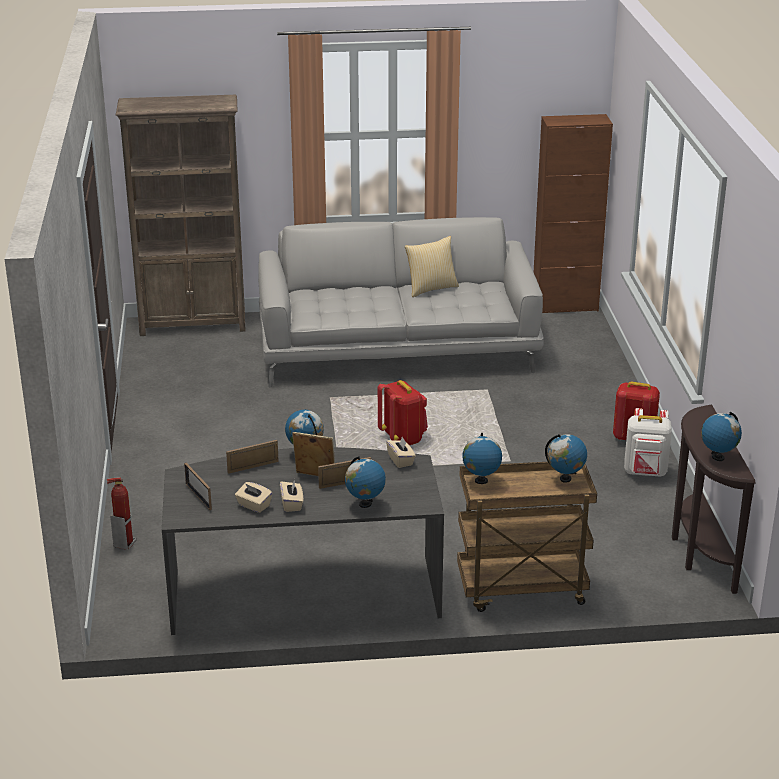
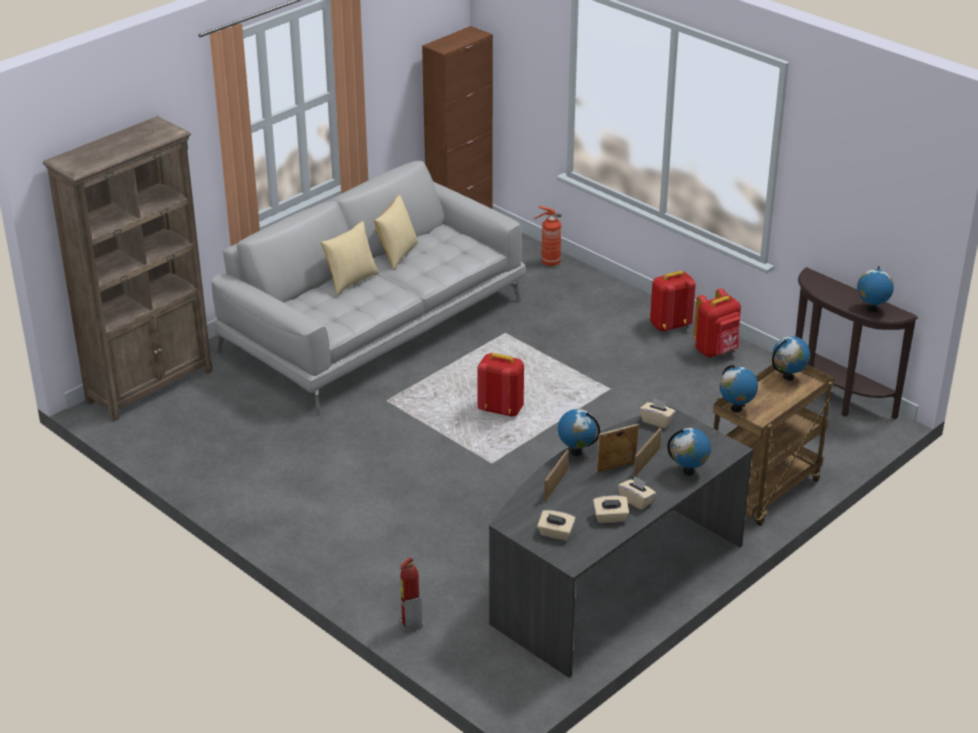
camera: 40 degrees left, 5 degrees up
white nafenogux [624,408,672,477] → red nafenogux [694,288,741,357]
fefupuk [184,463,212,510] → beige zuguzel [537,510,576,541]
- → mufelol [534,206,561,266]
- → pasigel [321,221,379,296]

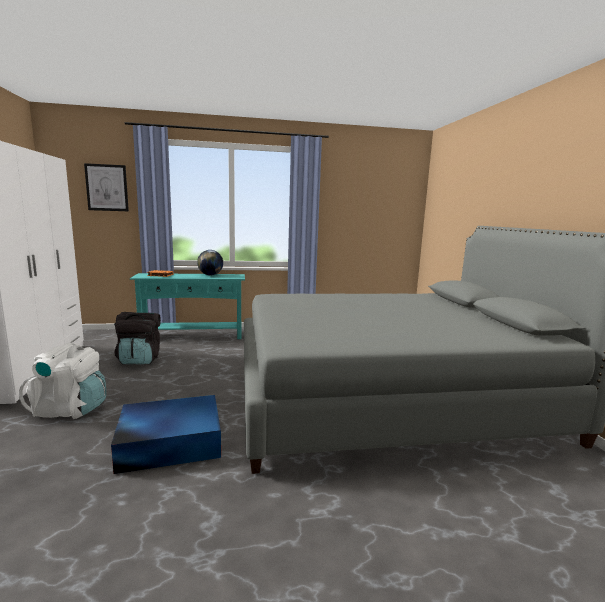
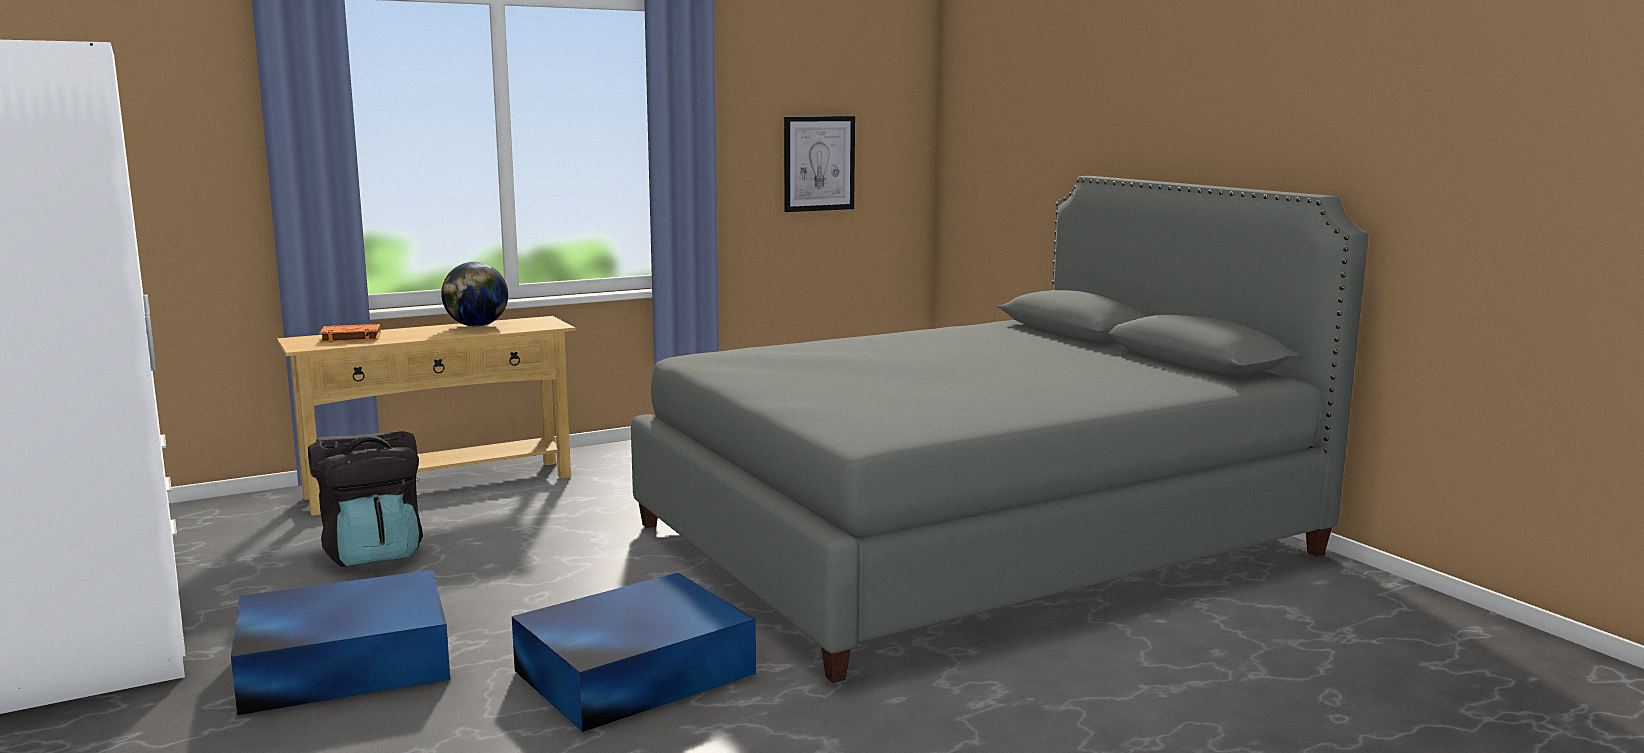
camera: 20 degrees left, 0 degrees up
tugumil [84,163,129,211] → tugumil [784,116,855,212], move
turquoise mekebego [130,273,245,339] → beige mekebego [277,316,576,516]
white nafenogux [19,343,107,419] → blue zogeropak [231,570,450,715]

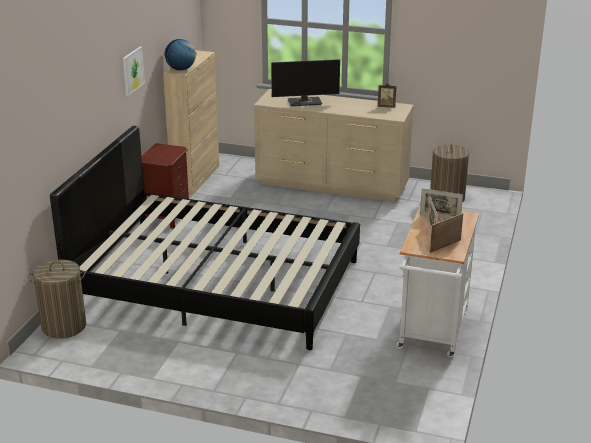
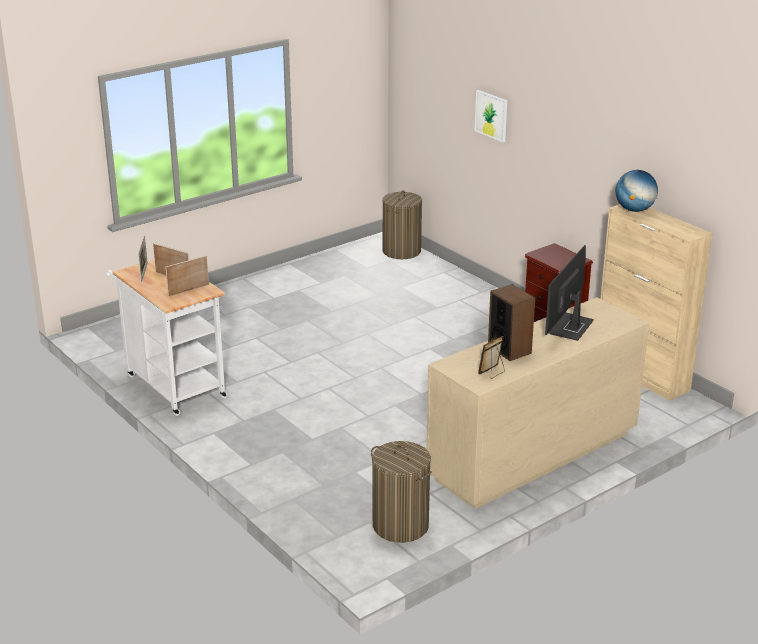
camera: 125 degrees right, 0 degrees up
tugumil [123,46,145,96] → tugumil [475,90,507,142], move
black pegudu [50,126,360,350] → -
- → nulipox [488,284,535,361]

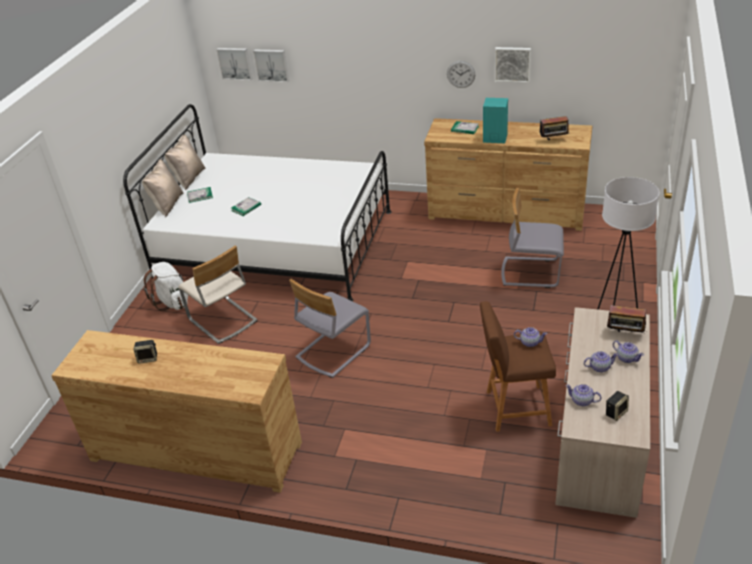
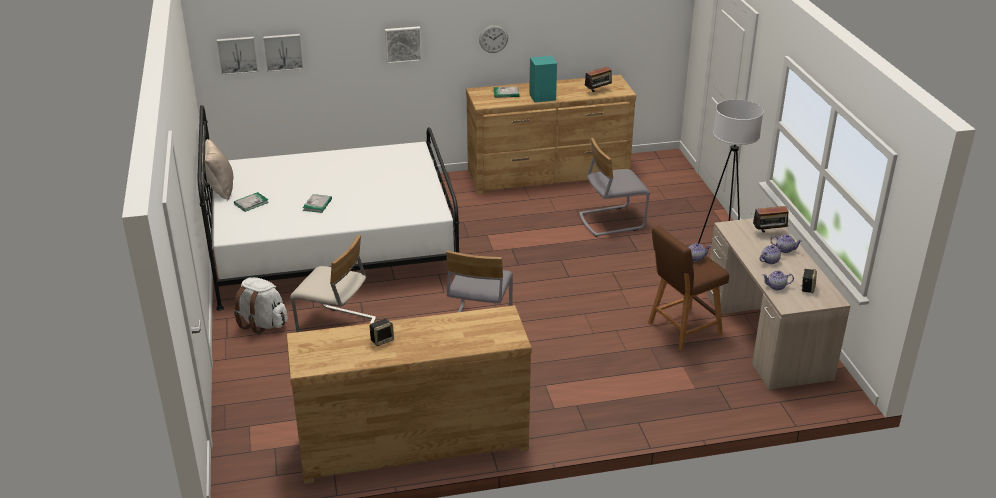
camera: 30 degrees left, 5 degrees down
tugumil [495,47,531,83] → tugumil [385,26,422,64], move
beige pasigel [142,159,183,217] → -

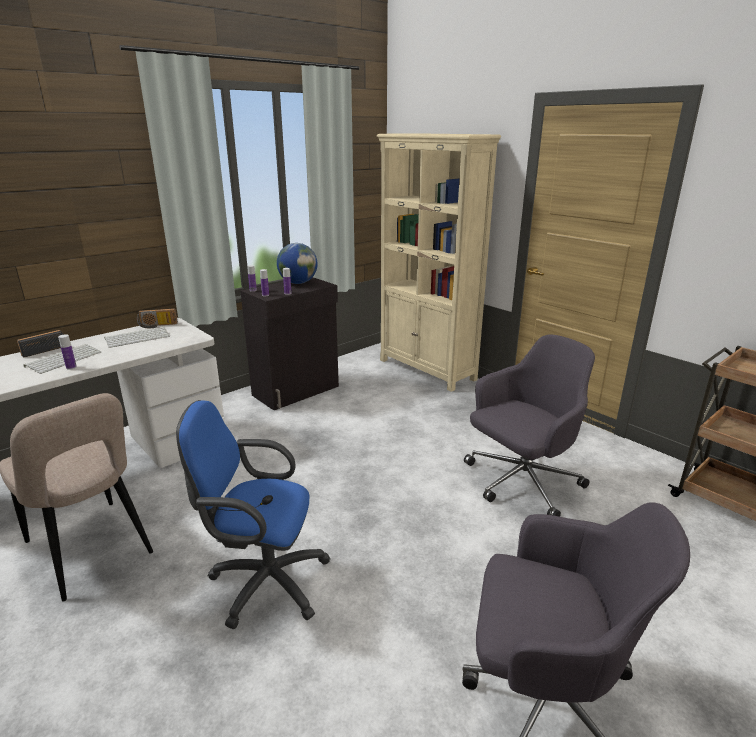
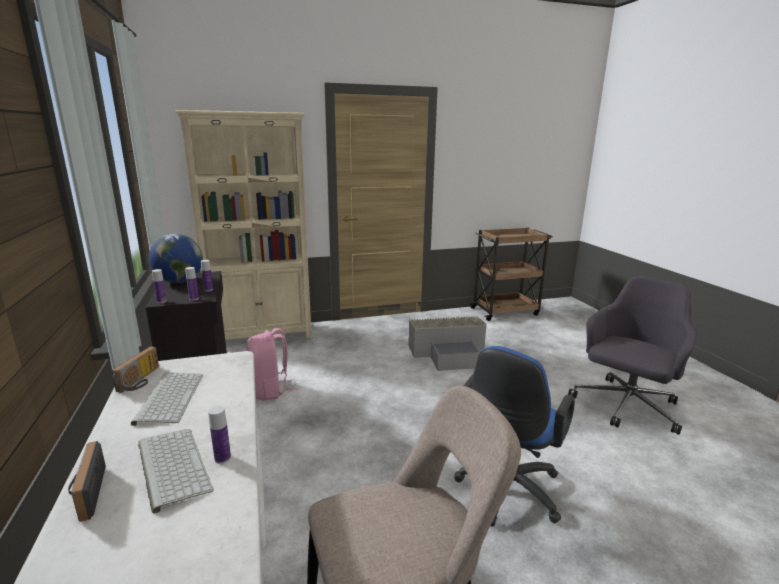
camera: 65 degrees left, 5 degrees down
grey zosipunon [464,334,595,517] → grey zogeropak [408,316,487,371]
- → pink nafenogux [246,328,298,401]

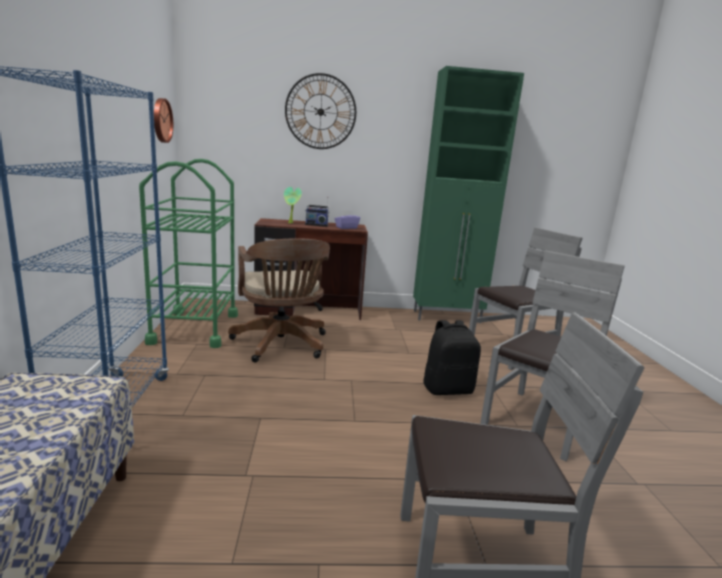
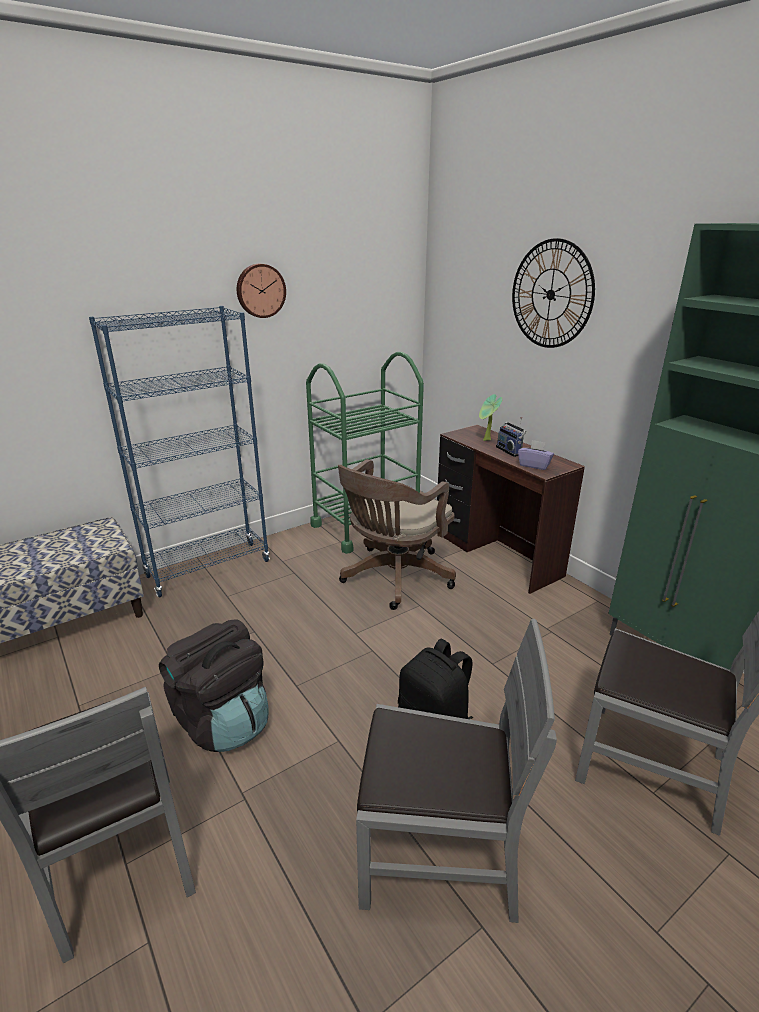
camera: 60 degrees right, 10 degrees up
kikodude [154,98,173,143] → kikodude [237,264,286,318], move
- → black nafenogux [159,620,269,752]

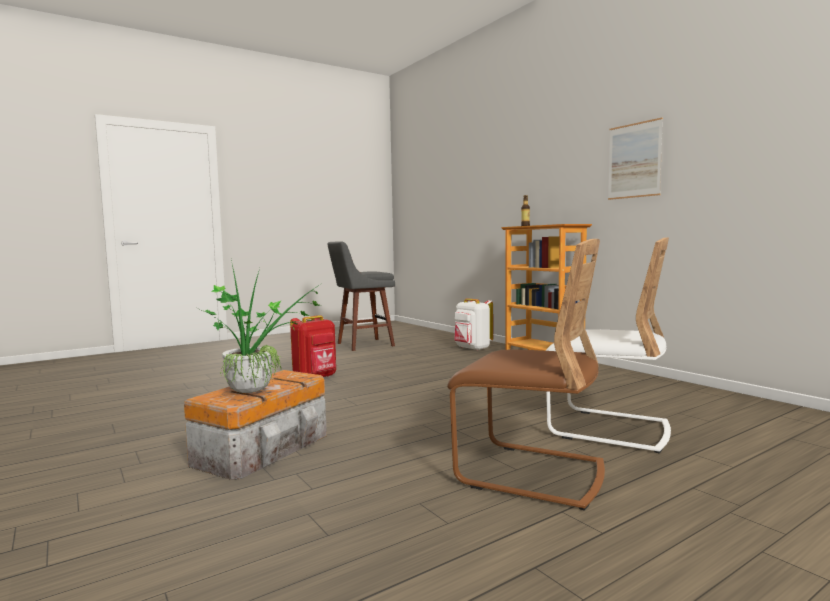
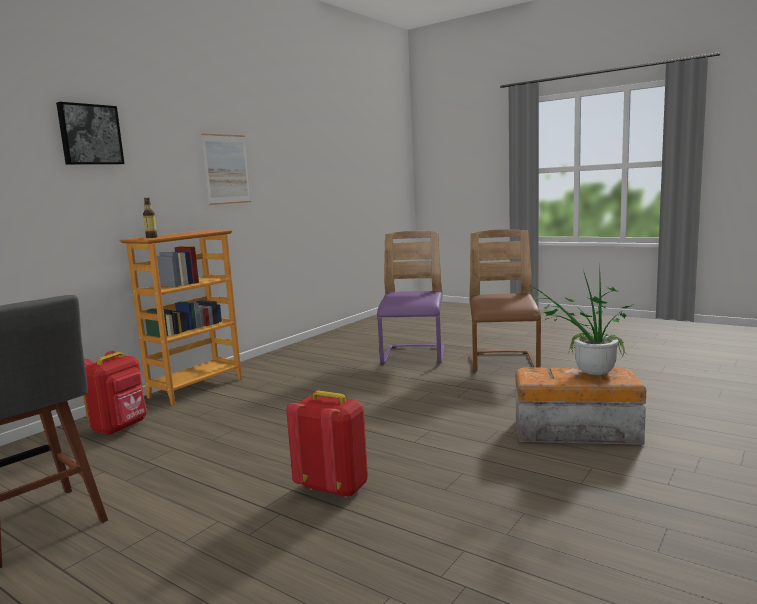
camera: 110 degrees left, 5 degrees up
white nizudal [545,237,671,453] → purple nizudal [377,231,444,364]
white nafenogux [454,298,493,351] → red nafenogux [83,351,147,435]
- → tugumil [56,102,124,165]

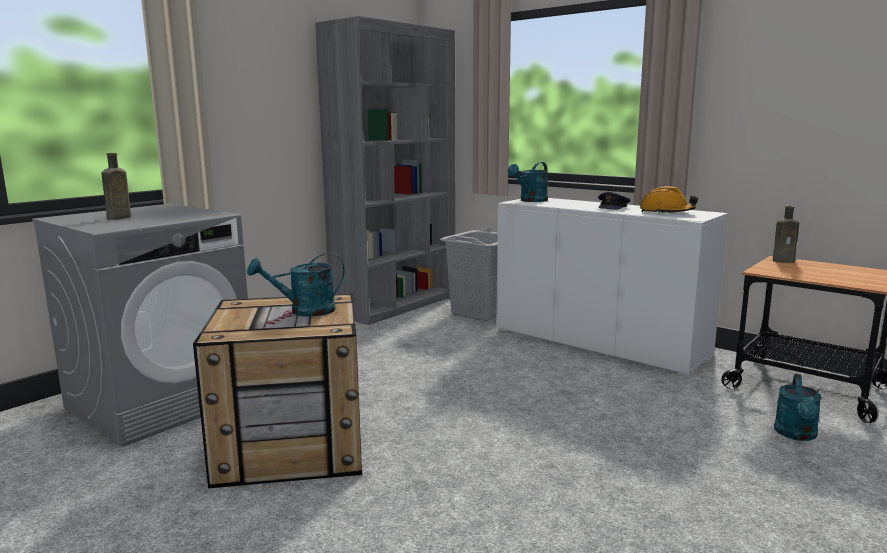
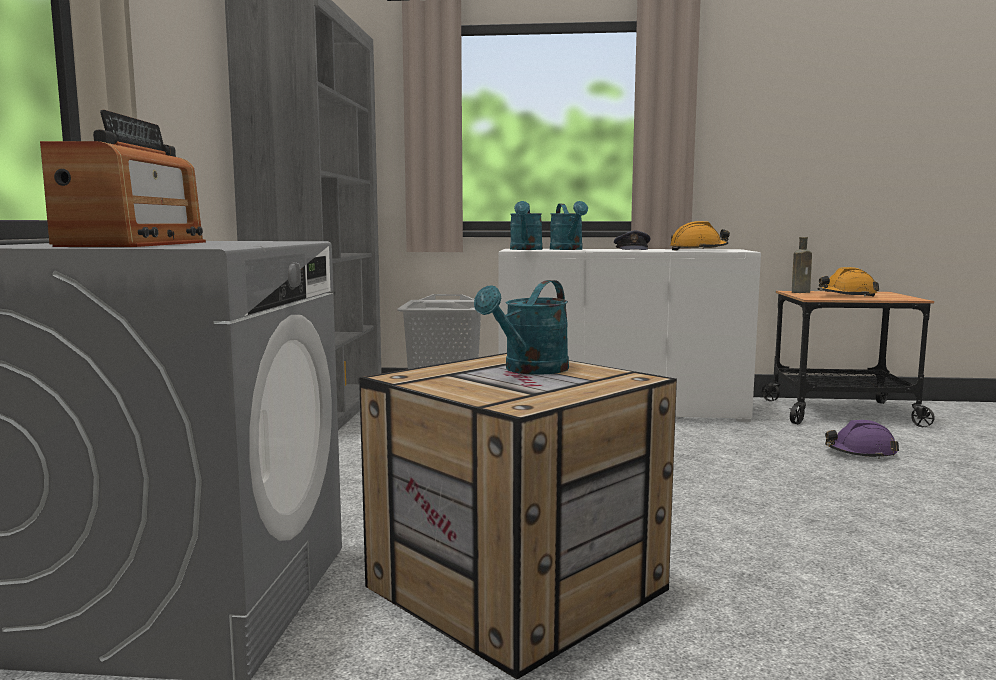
camera: 35 degrees left, 5 degrees down
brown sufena [101,153,131,220] → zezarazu [40,110,206,247]
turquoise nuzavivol [774,374,822,441] → turquoise nuzavivol [550,201,588,250], move
- → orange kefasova [817,267,879,297]
- → purple kefasova [825,420,899,459]

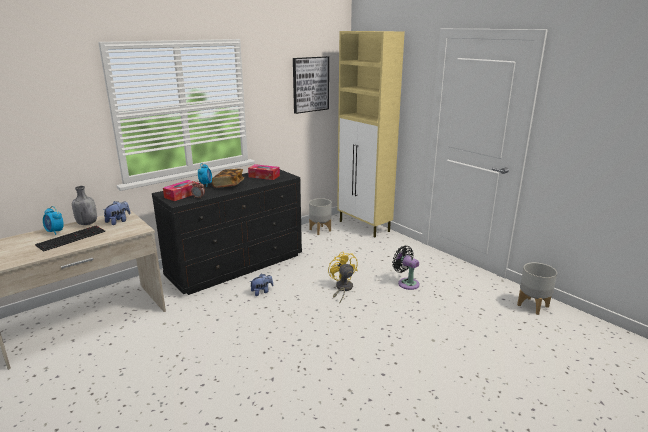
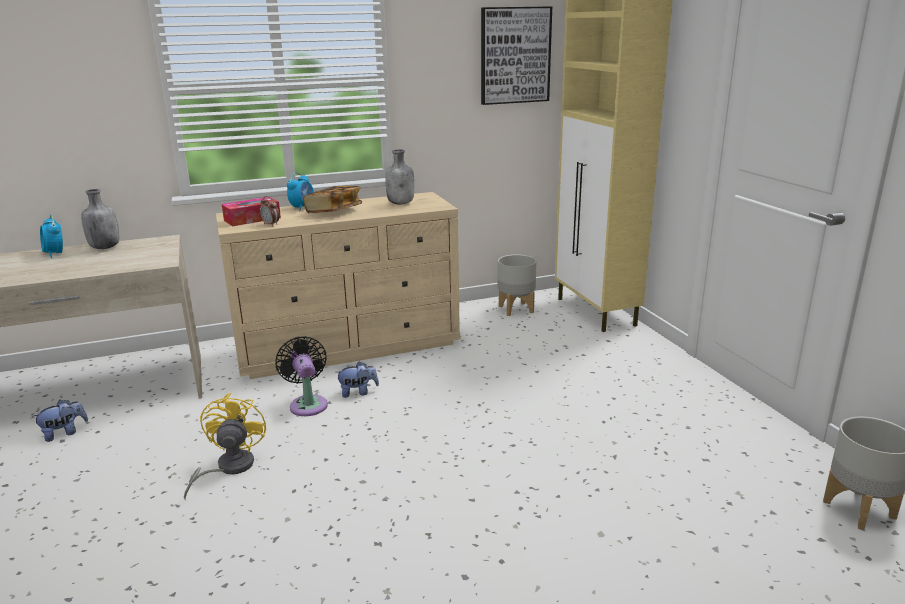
camera: 20 degrees right, 0 degrees up
zuguzel [248,164,280,180] → grey sufena [385,149,414,205]
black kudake [152,170,302,295] → beige kudake [216,192,460,379]
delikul [103,201,131,225] → delikul [31,400,88,442], move
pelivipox [35,226,105,252] → -
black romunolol [392,246,420,290] → black romunolol [275,336,328,416], move
yellow romunolol [328,252,358,304] → yellow romunolol [184,393,267,500], move

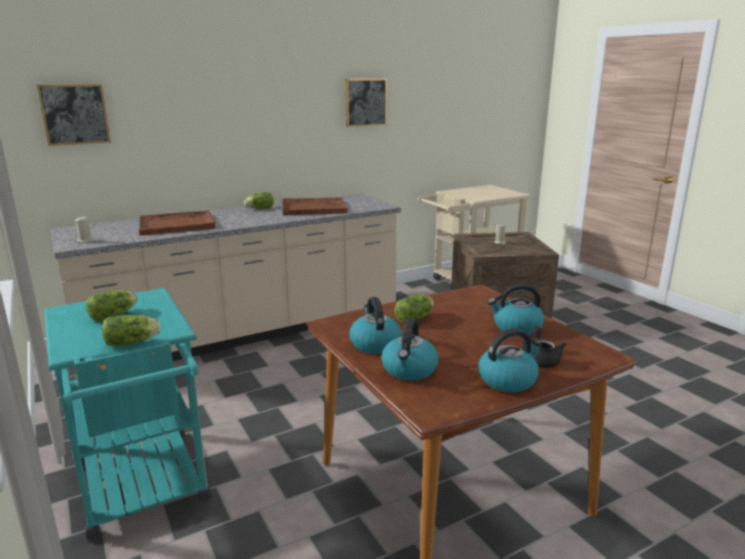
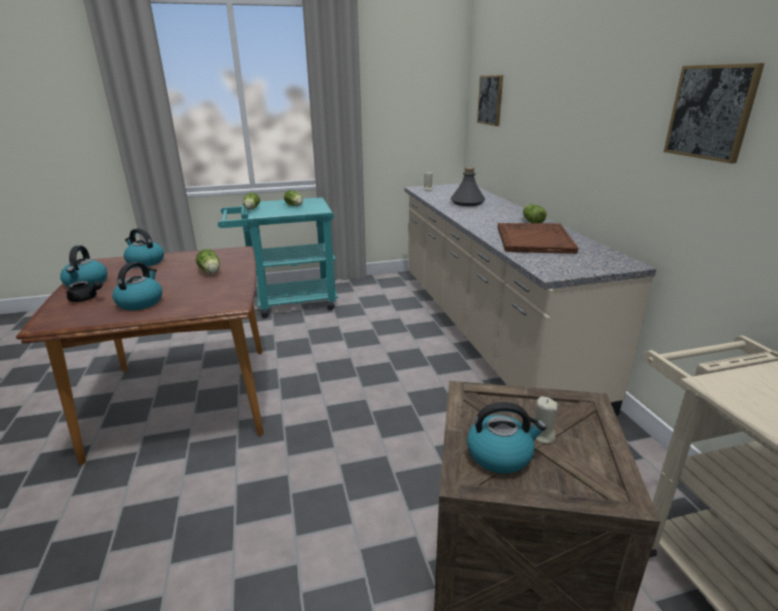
camera: 105 degrees right, 5 degrees up
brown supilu [139,210,215,235] → grey sufena [450,167,485,206]
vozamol [349,297,402,354] → vozamol [467,402,546,474], move

